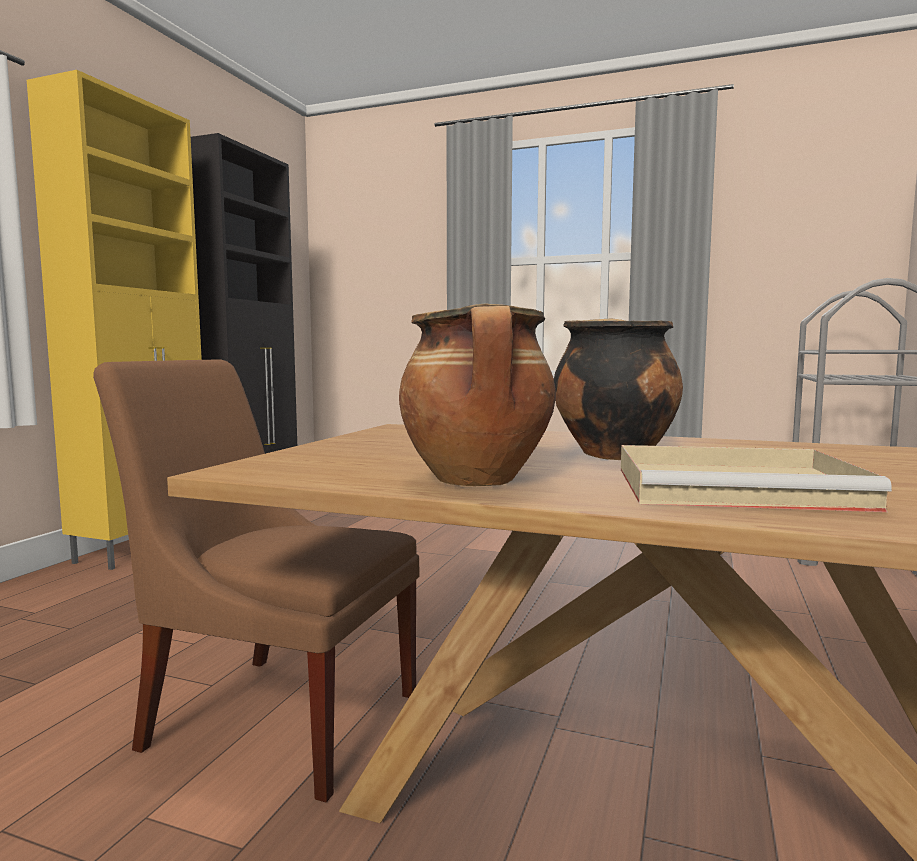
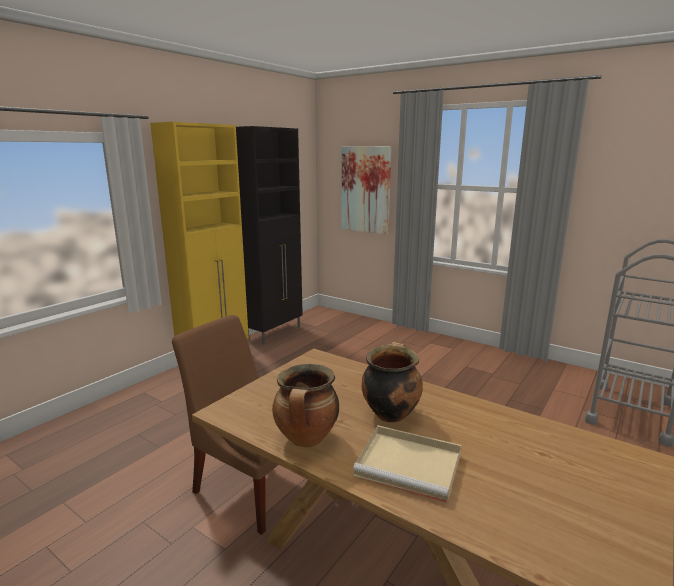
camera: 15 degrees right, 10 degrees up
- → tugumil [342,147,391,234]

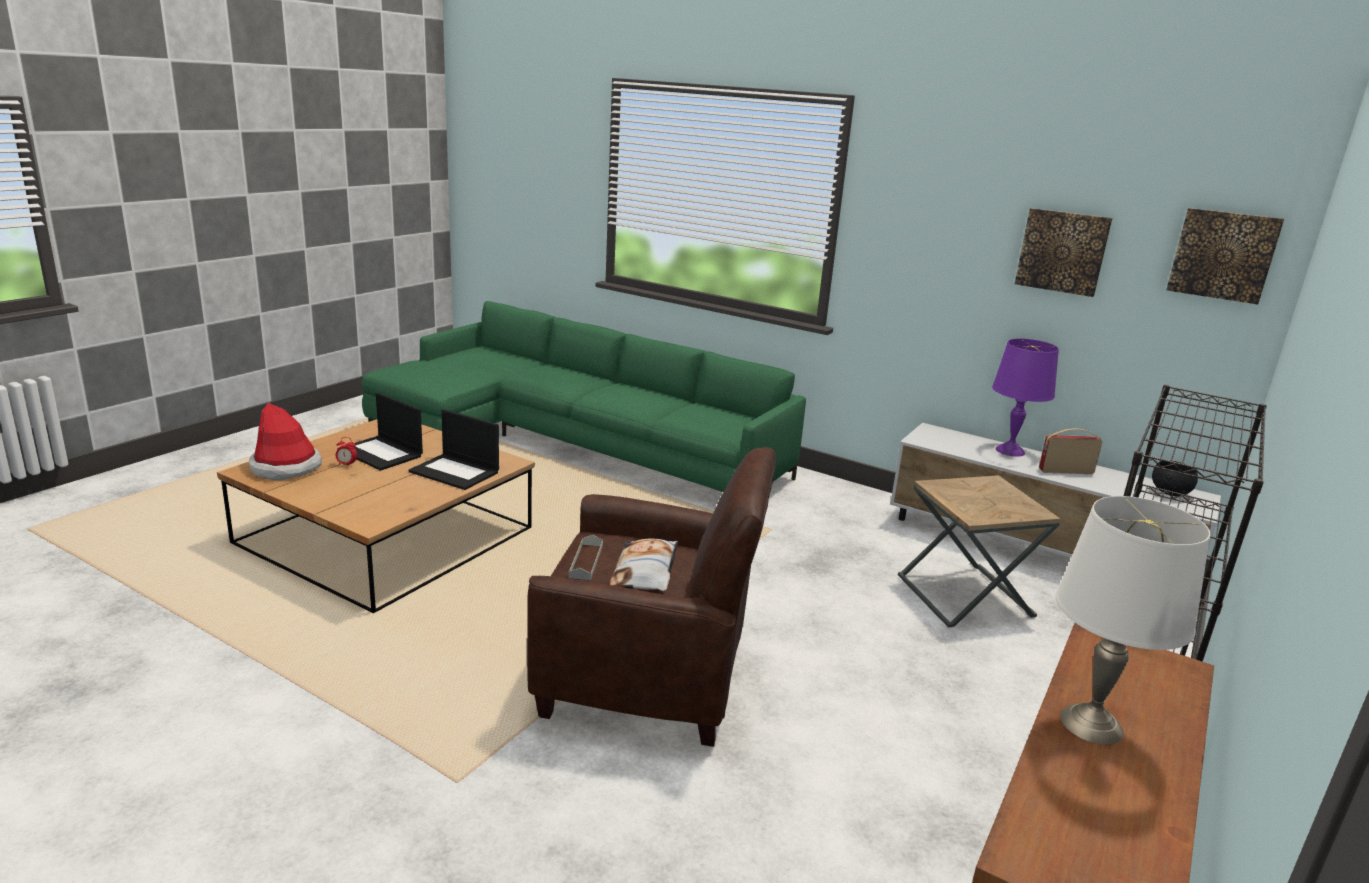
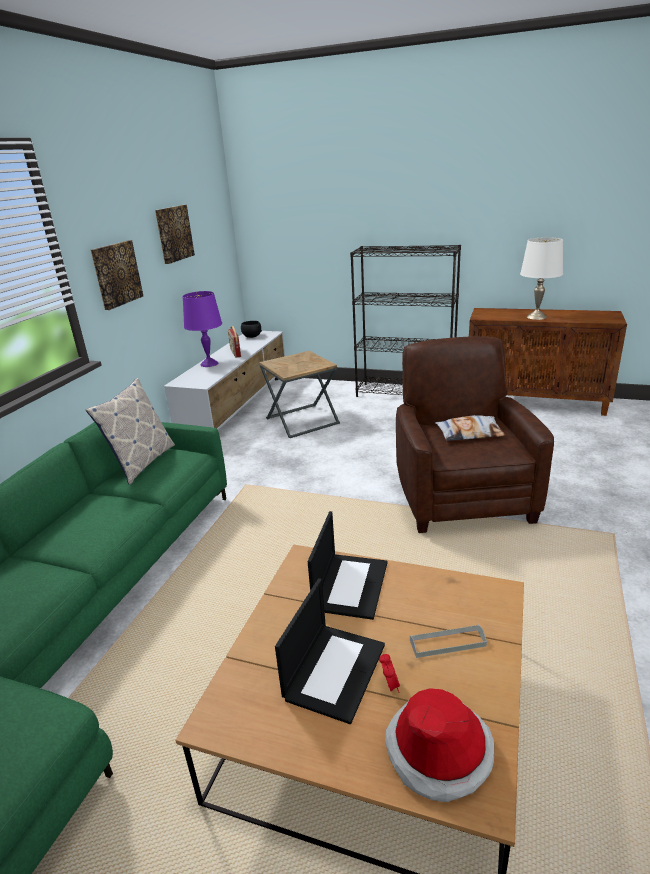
camera: 100 degrees left, 5 degrees up
tugumil [1166,208,1284,304] → tugumil [91,240,143,310], move
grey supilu [568,535,603,580] → grey supilu [410,625,487,658], move
- → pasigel [86,378,175,485]

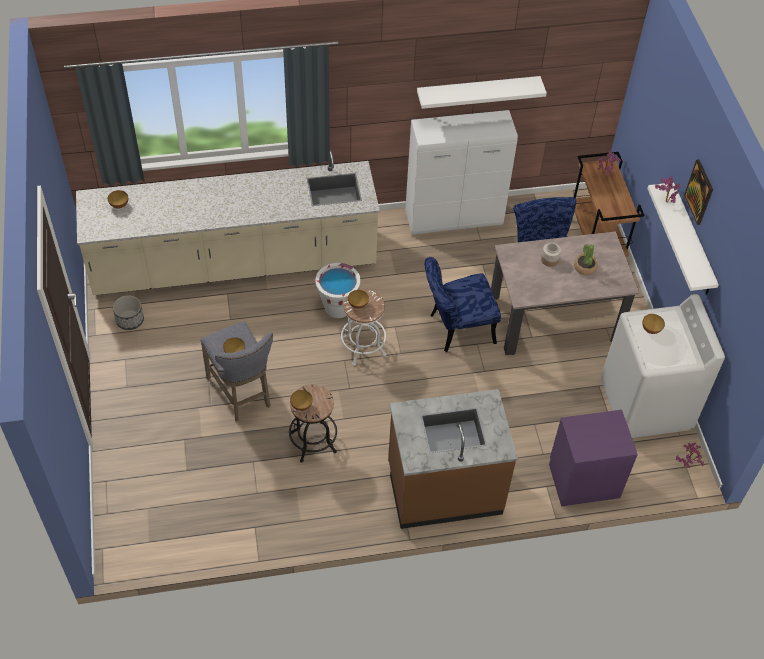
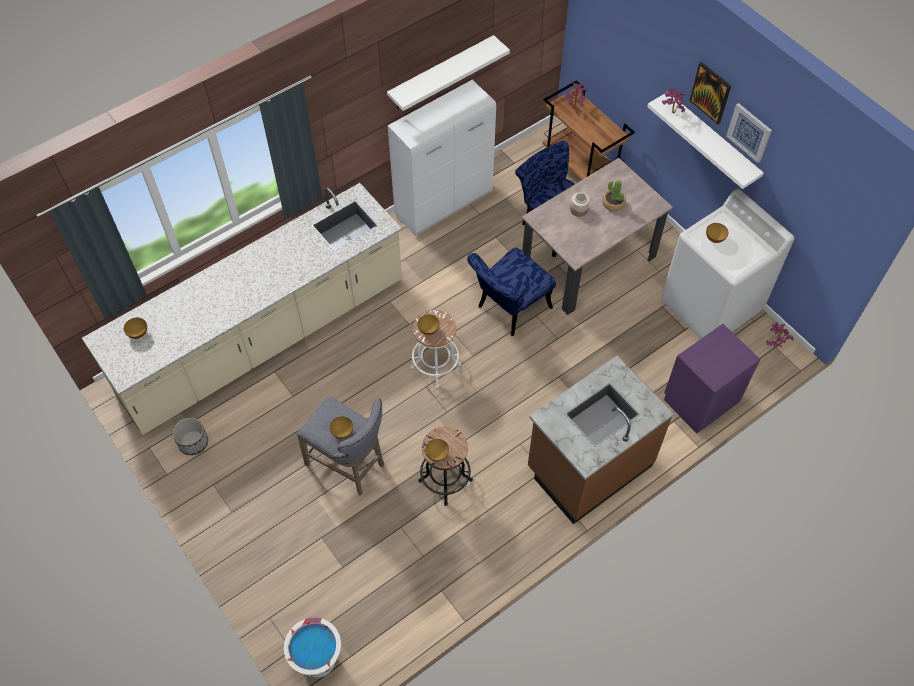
camera: 25 degrees left, 5 degrees up
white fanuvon [315,263,361,318] → white fanuvon [284,618,341,678], move
- → tugumil [726,103,772,163]

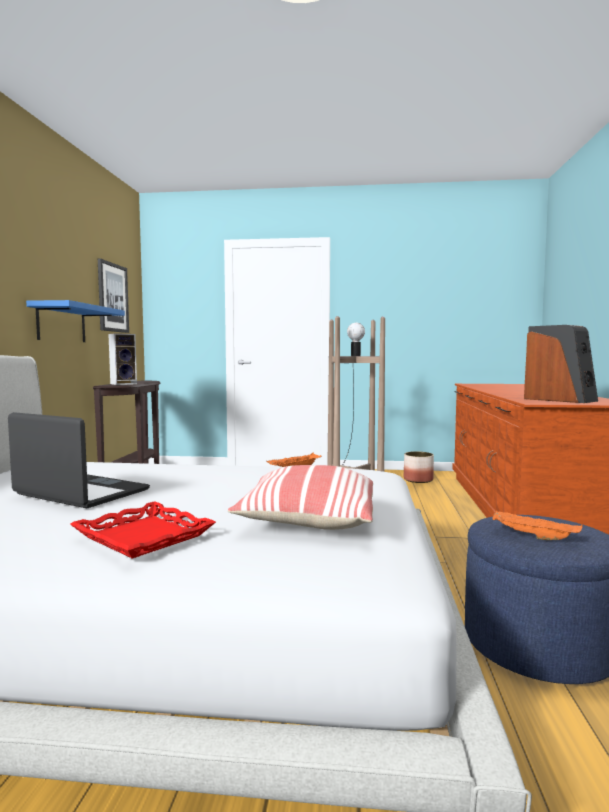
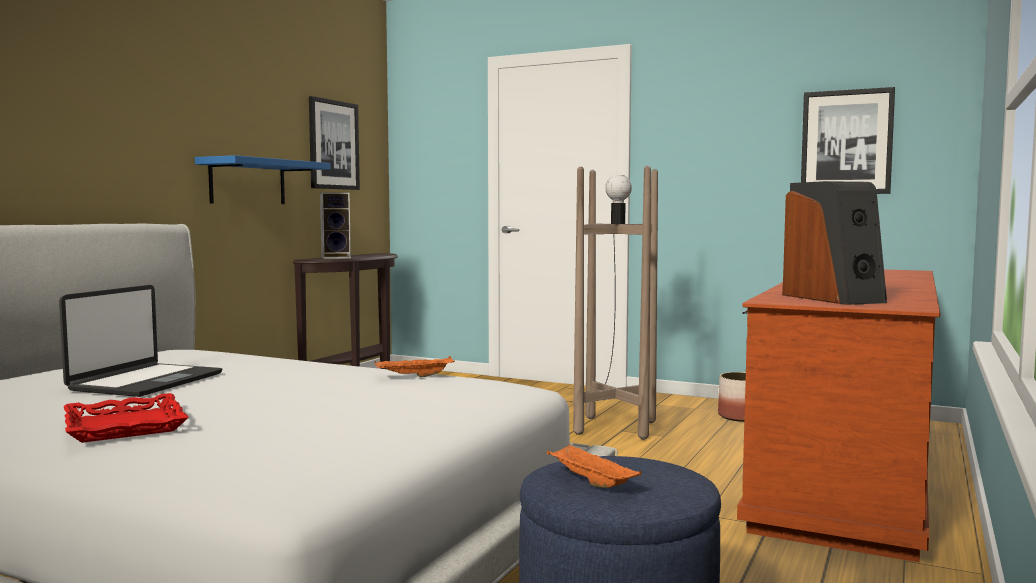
camera: 20 degrees right, 0 degrees up
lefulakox [8,412,150,508] → lefulakox [59,285,222,397], 60 degrees clockwise
pasigel [228,465,373,530] → -
- → tugumil [801,87,895,194]

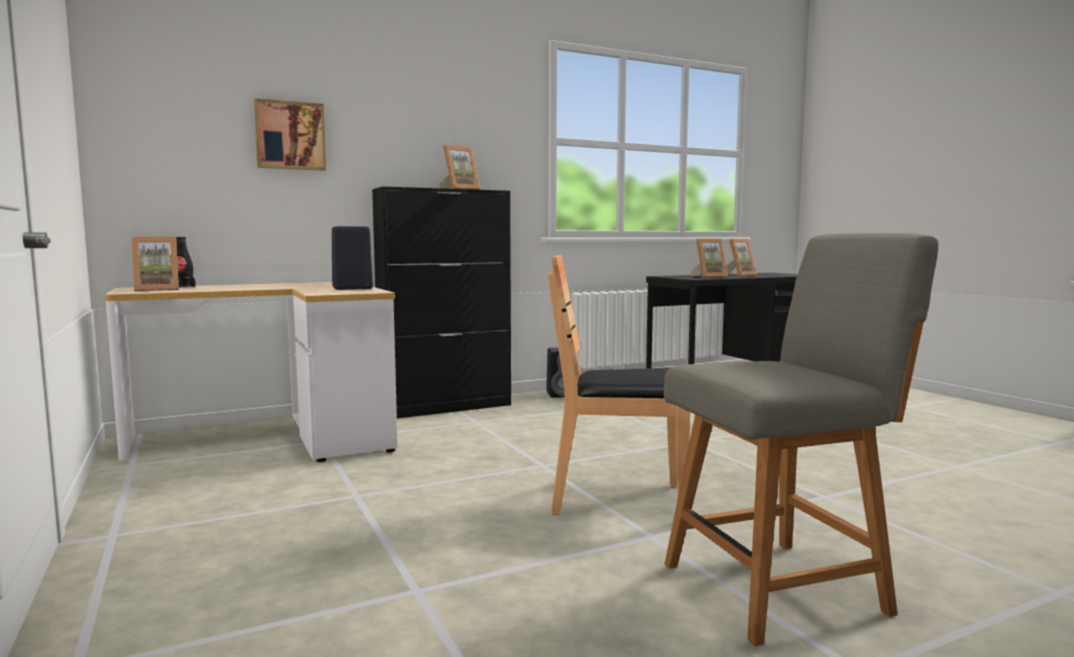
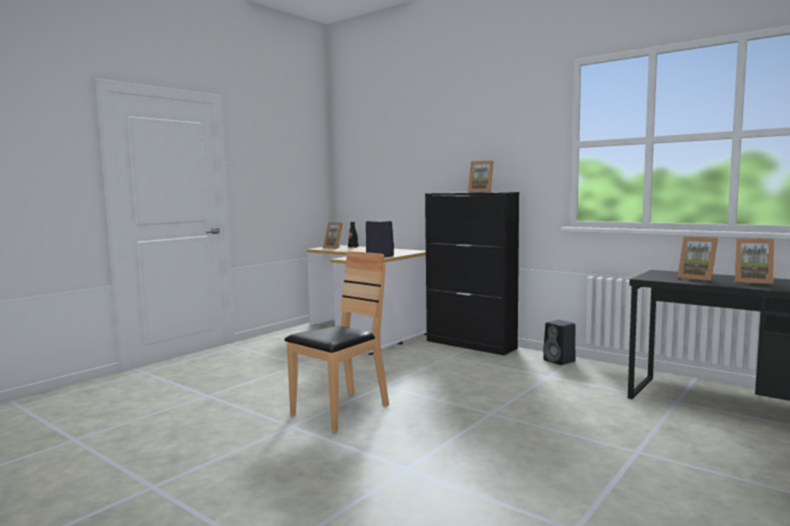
camera: 65 degrees right, 0 degrees up
tugumil [254,98,326,171] → -
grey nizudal [664,233,938,646] → -
brown nizudal [547,255,690,515] → brown nizudal [284,251,389,432], 60 degrees clockwise

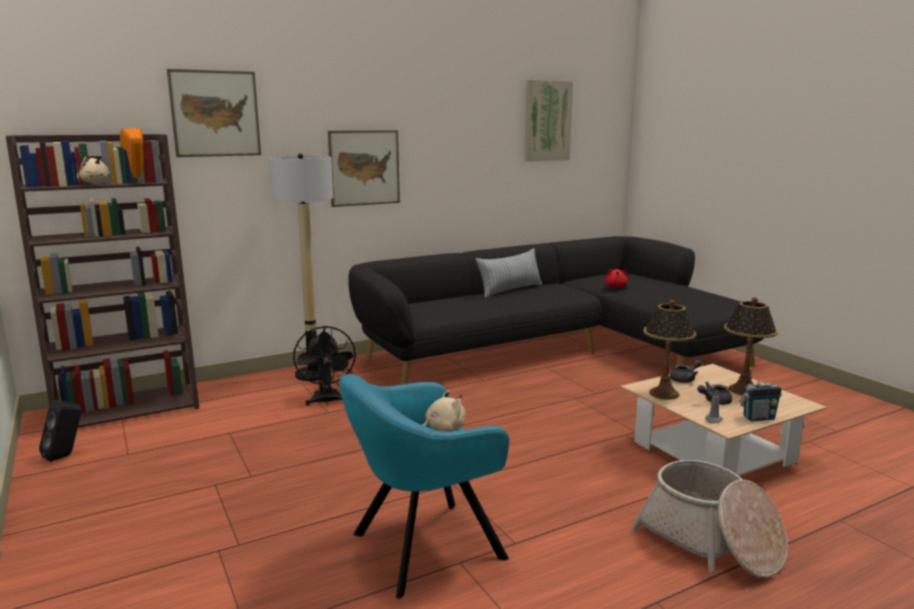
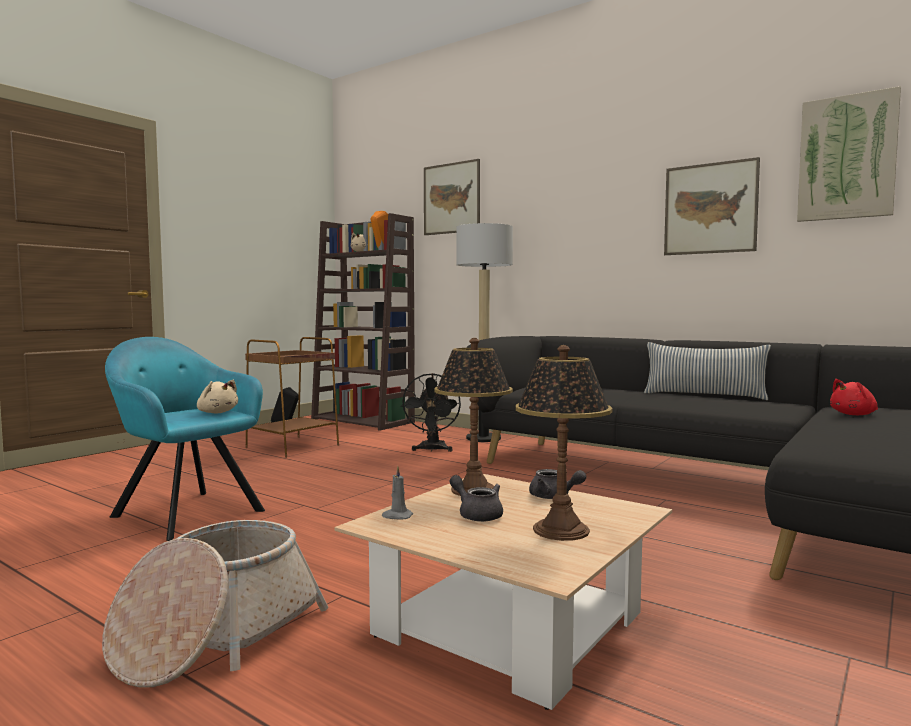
camera: 65 degrees right, 10 degrees down
tugumil [328,130,400,207] → tugumil [664,157,760,255], move
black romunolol [293,326,357,406] → black romunolol [401,373,461,452], 45 degrees counterclockwise
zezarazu [739,368,782,421] → -
- → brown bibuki [245,337,339,458]

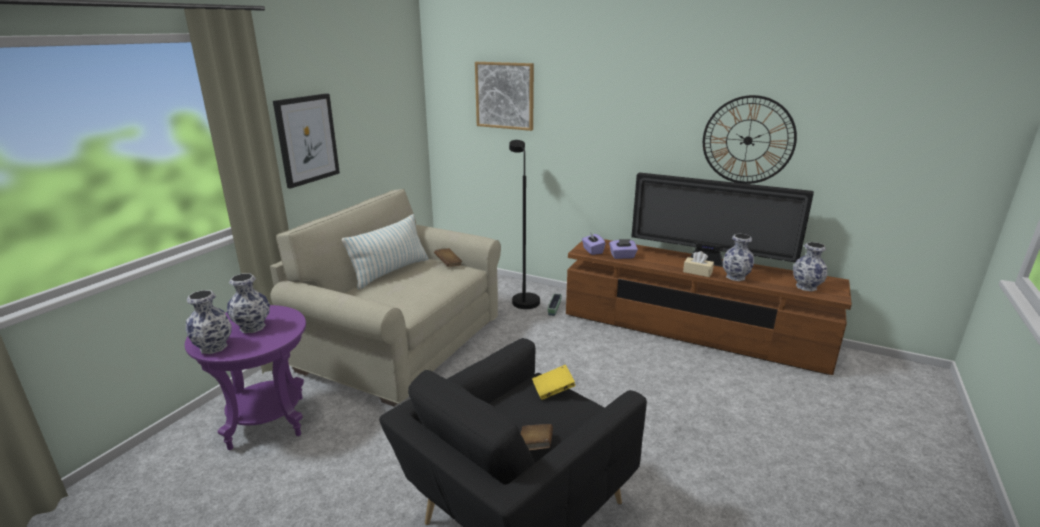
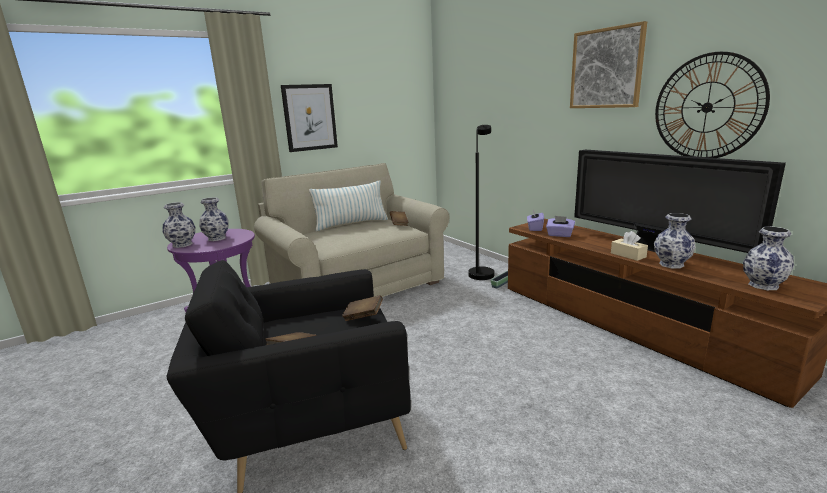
camera: 30 degrees right, 5 degrees down
tugumil [475,62,534,131] → tugumil [570,21,647,108], move
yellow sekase [532,365,576,400] → brown sekase [342,295,383,321]

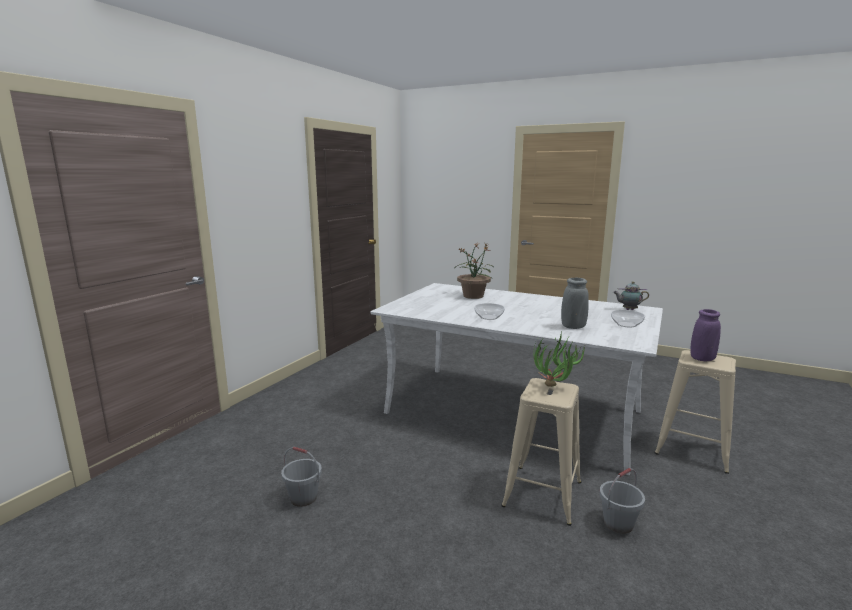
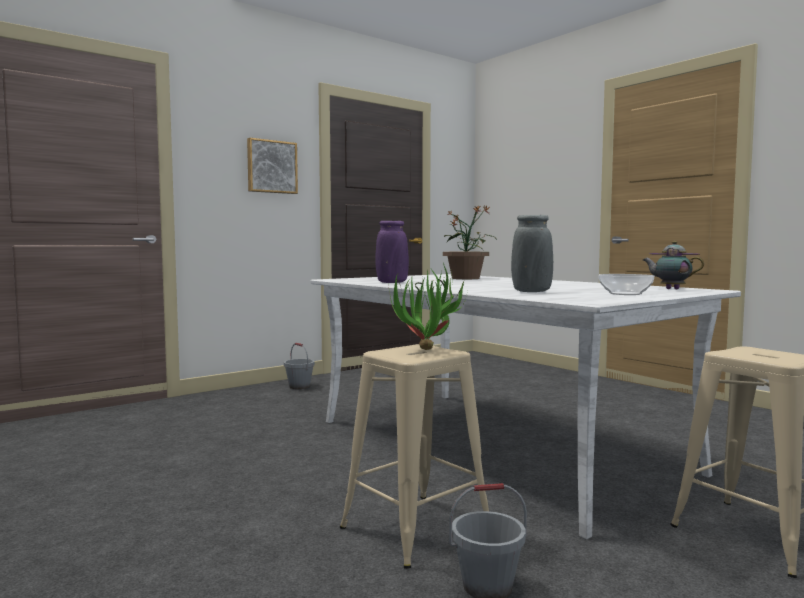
camera: 25 degrees right, 10 degrees down
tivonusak [474,303,505,320] → -
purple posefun [691,309,721,361] → purple posefun [375,221,409,283], move
grey fanuvon [281,447,322,507] → grey fanuvon [284,343,315,389], move
- → tugumil [247,138,298,194]

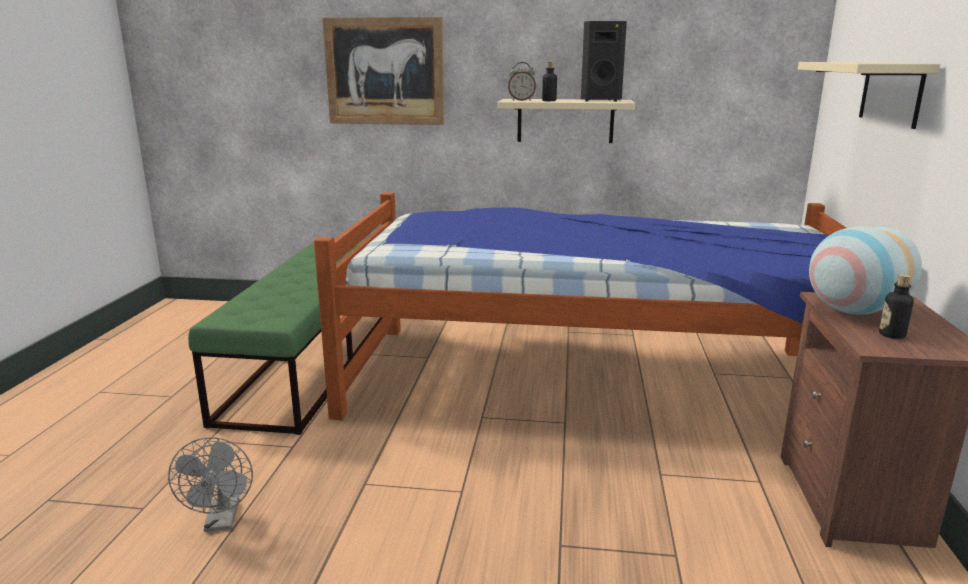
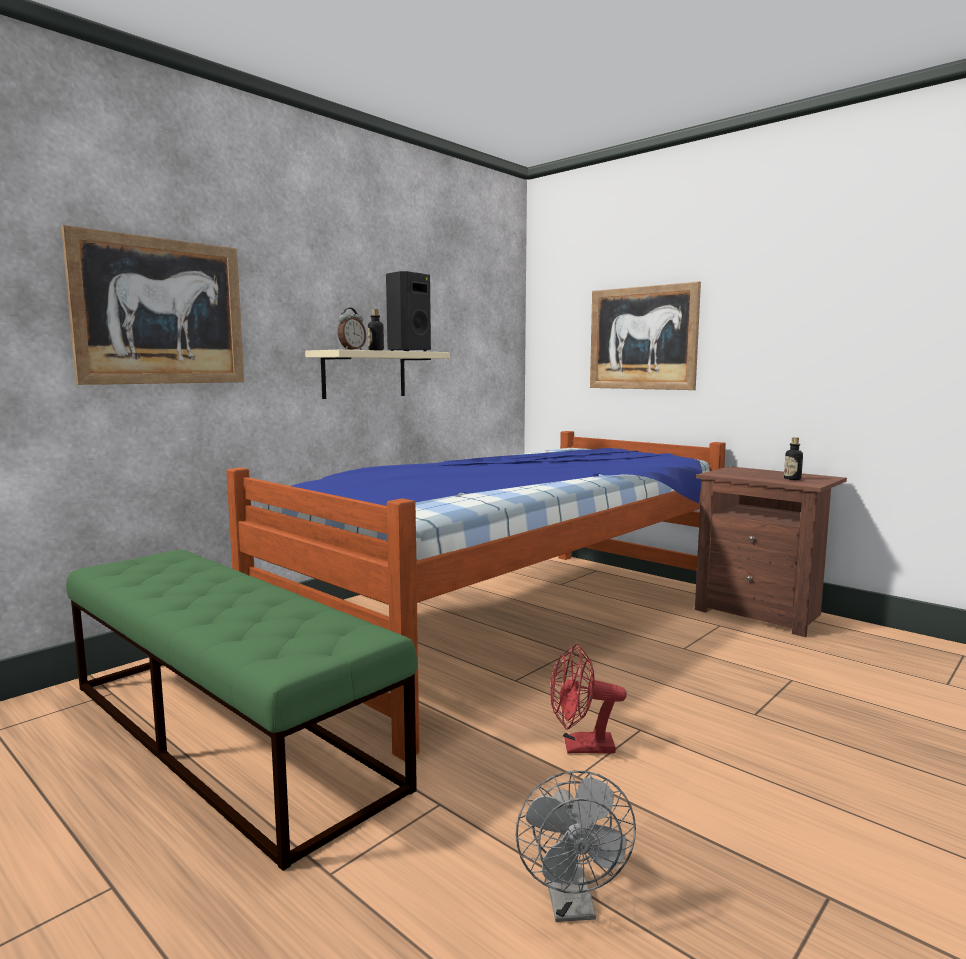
camera: 55 degrees left, 10 degrees down
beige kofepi [798,62,940,129] → tugumil [590,281,701,390]
posefun [809,227,922,315] → -
grey romunolol [168,437,253,532] → grey romunolol [516,770,636,922], 60 degrees clockwise
- → red romunolol [550,644,627,754]

